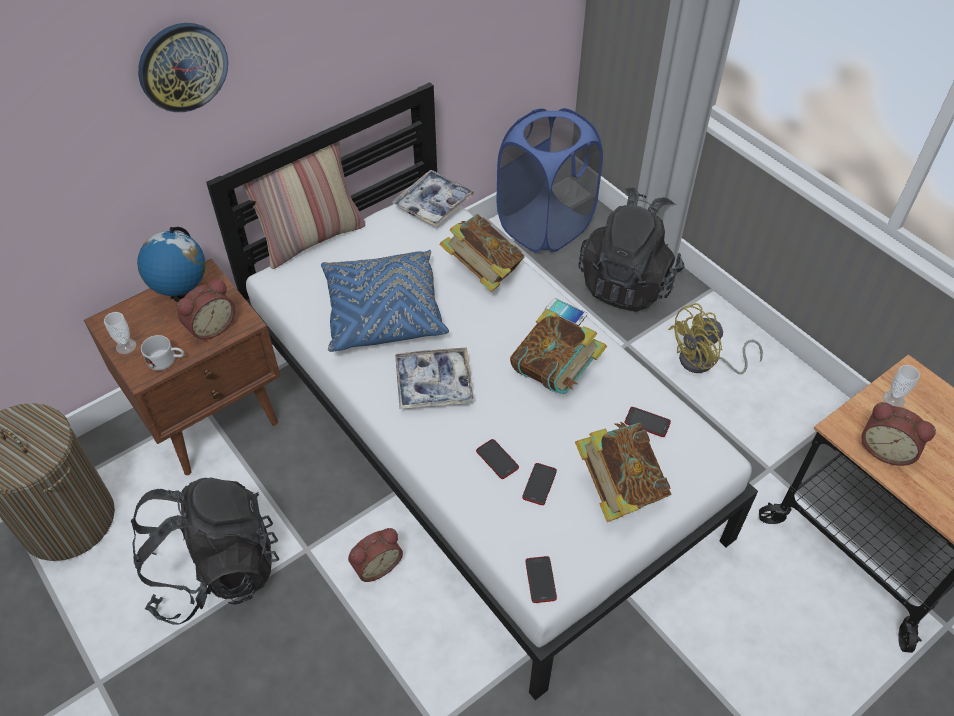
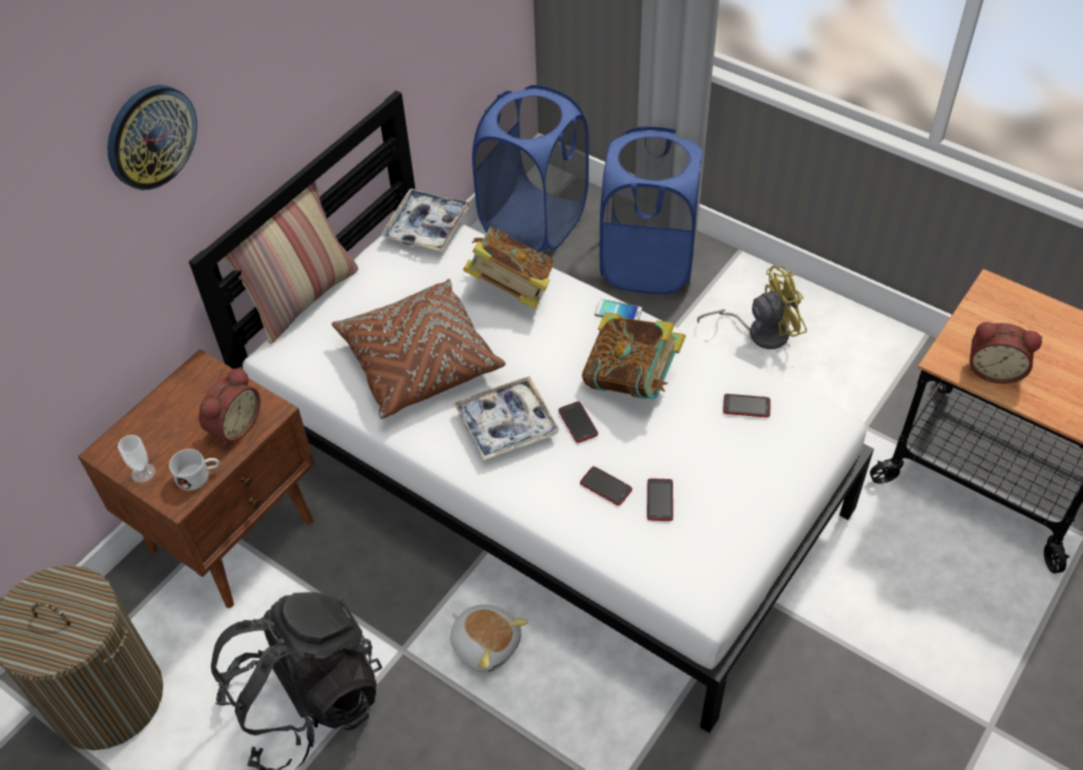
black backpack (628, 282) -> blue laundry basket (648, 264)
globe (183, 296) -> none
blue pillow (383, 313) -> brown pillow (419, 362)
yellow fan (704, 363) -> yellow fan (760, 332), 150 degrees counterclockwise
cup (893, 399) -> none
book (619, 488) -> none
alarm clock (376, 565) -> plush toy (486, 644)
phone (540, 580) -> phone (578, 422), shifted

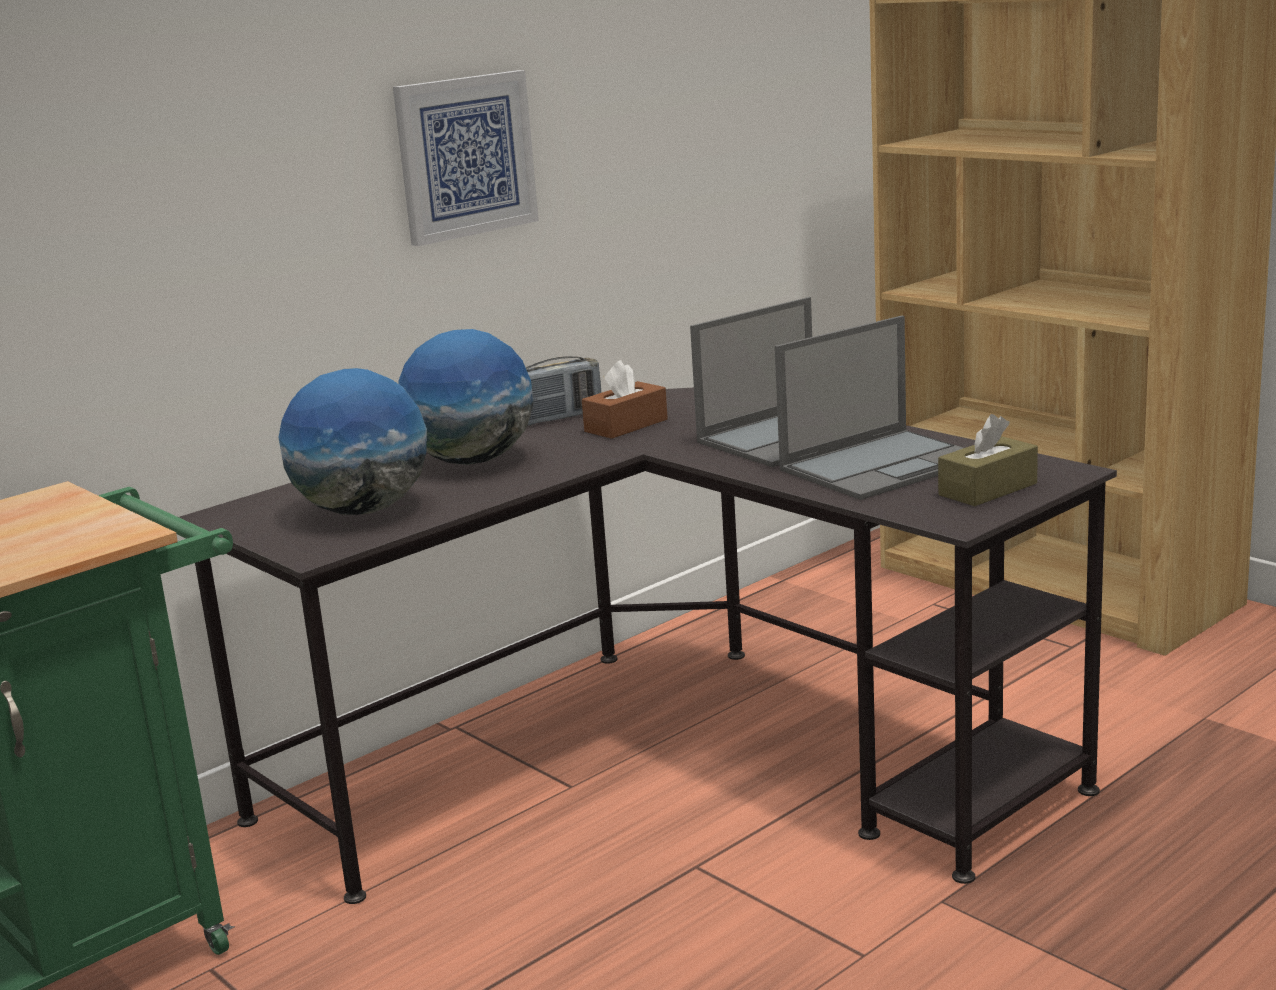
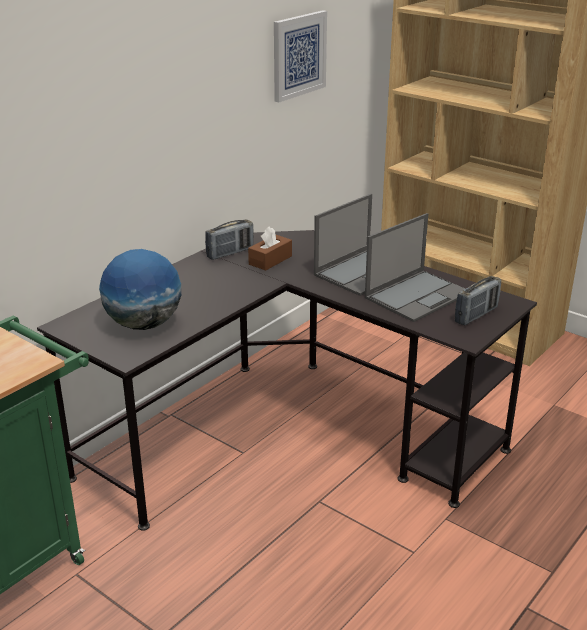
picture (465, 156) -> picture (298, 55), shifted
globe (473, 461) -> none
brown tissue box (987, 489) -> radio (476, 315)

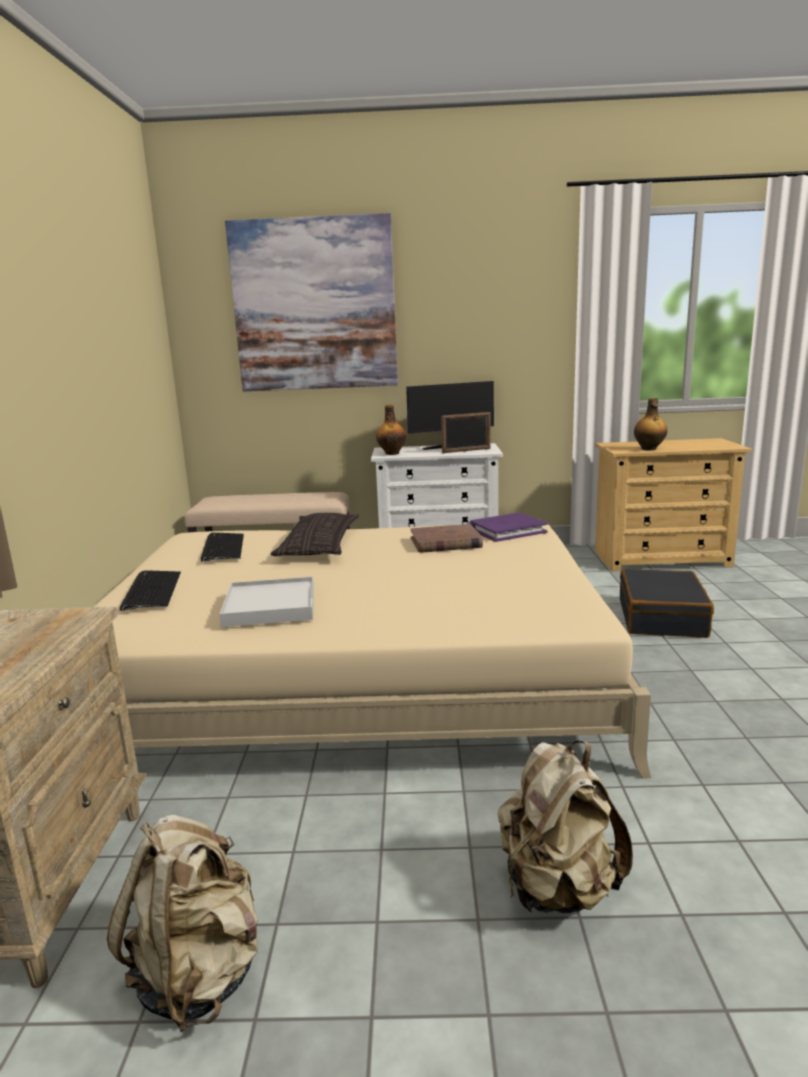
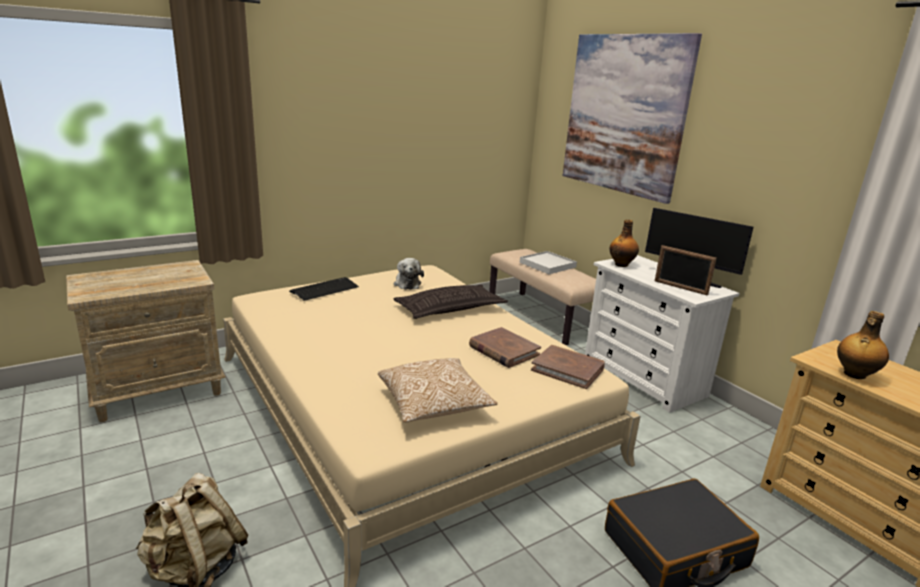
purple book (507, 530) -> brown book (567, 369)
keyboard (222, 548) -> plush toy (407, 283)
white tray (270, 606) -> white tray (547, 265), shifted
beige backpack (199, 973) -> none
none -> pillow (433, 405)

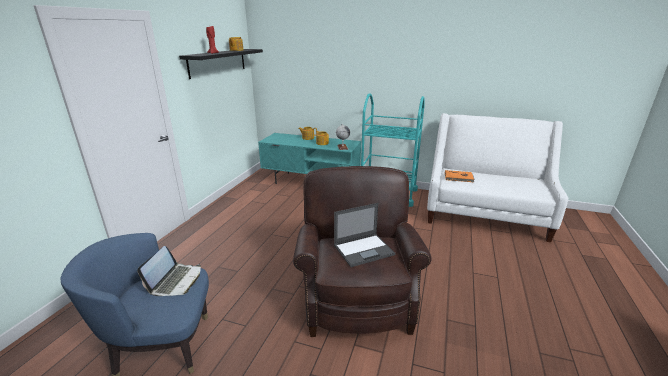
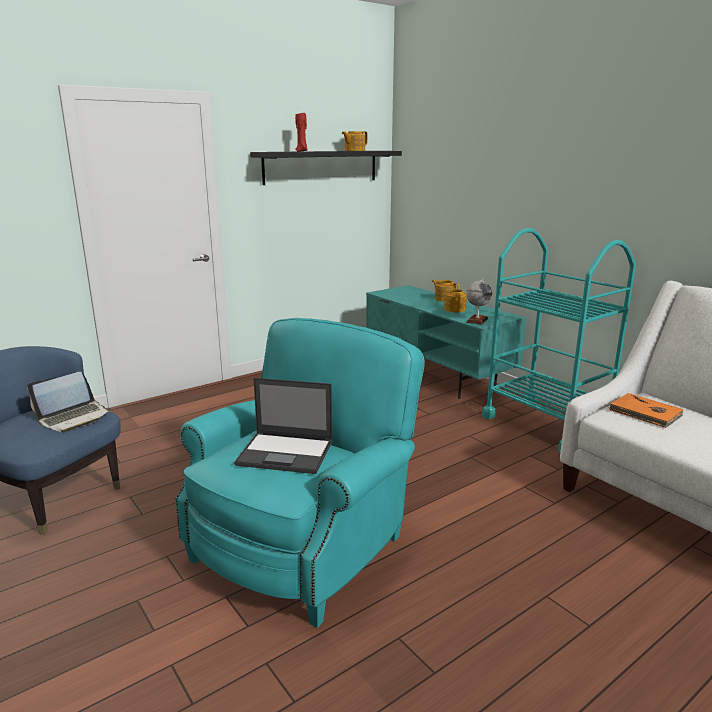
brown armchair (356, 297) -> turquoise armchair (305, 543)

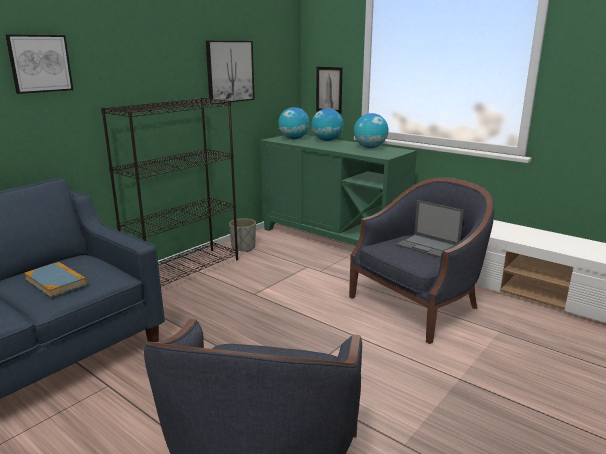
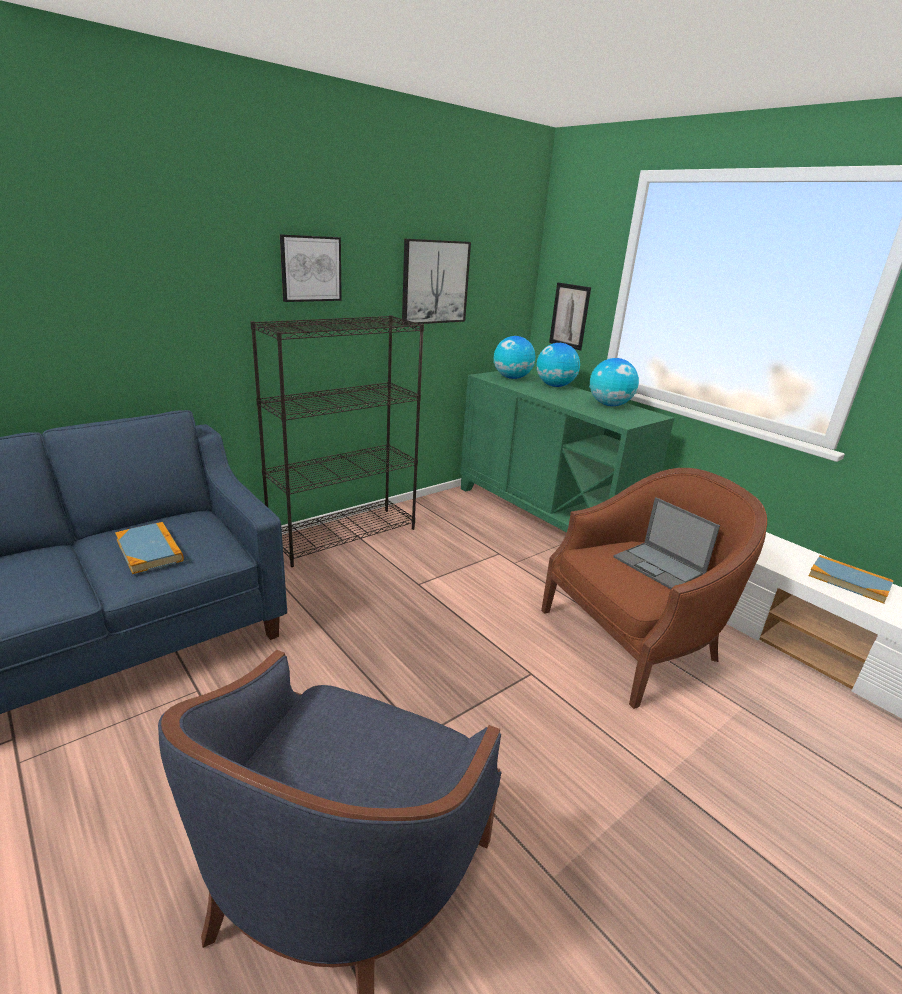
picture (40, 63) -> picture (310, 268), shifted
blue armchair (418, 306) -> brown armchair (633, 642)
grey planter (243, 248) -> none
none -> book (849, 581)

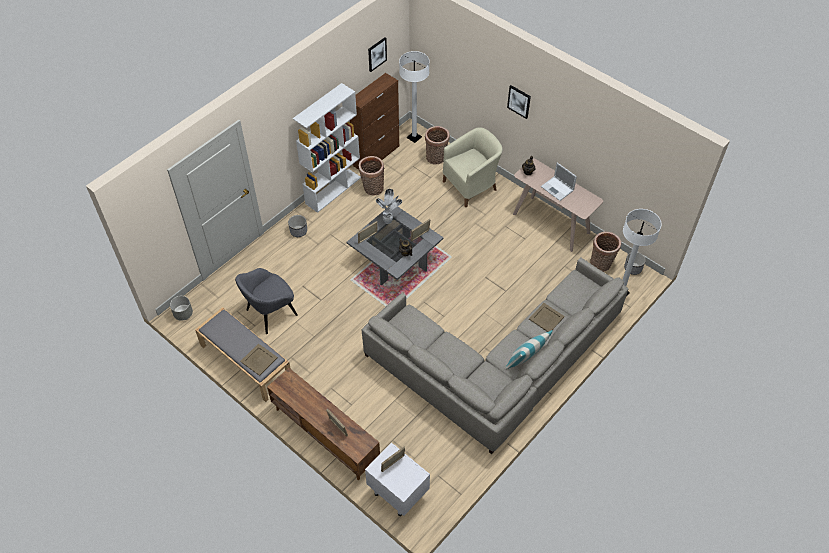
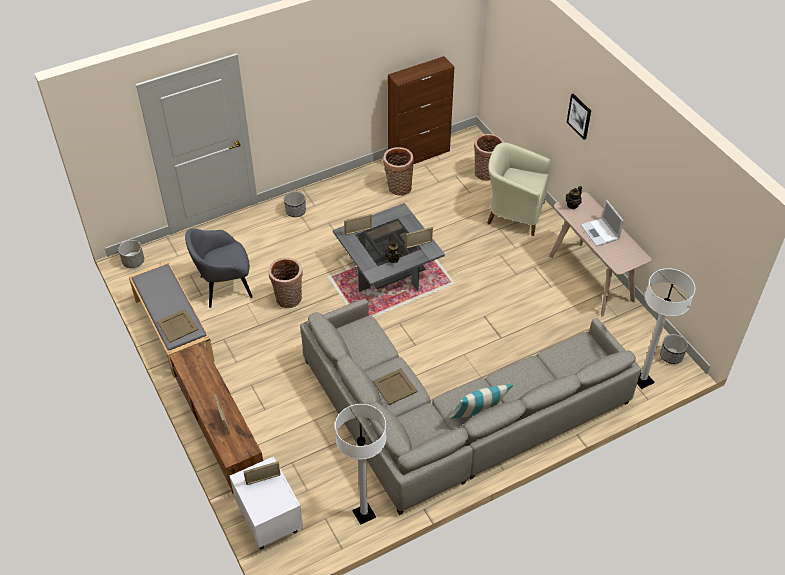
picture (377, 54) -> none
white floor lamp (414, 137) -> white floor lamp (364, 514), shifted
white bookcase (333, 190) -> none
beige armchair (471, 185) -> beige armchair (514, 213), 150 degrees counterclockwise
potted plant (388, 221) -> none
basket (601, 264) -> basket (288, 300), shifted
beige tray (546, 318) -> beige tray (394, 387), shifted

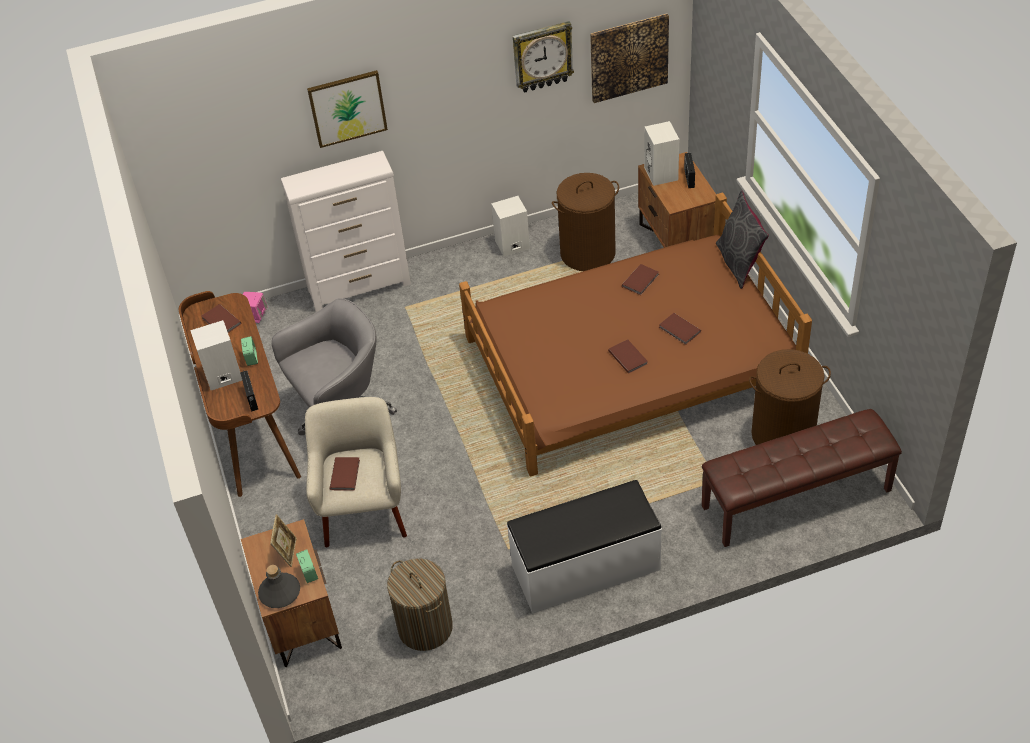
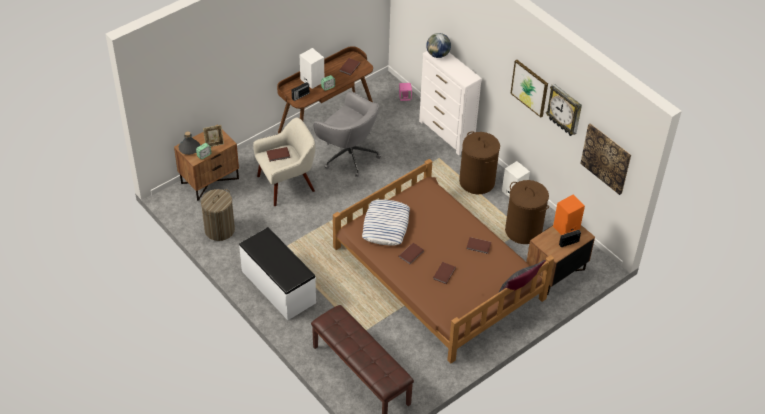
picture (347, 108) -> picture (529, 88), shifted
white speaker (662, 174) -> orange speaker (566, 228)
brown laundry basket (783, 434) -> brown laundry basket (477, 181), shifted
none -> globe (438, 55)
none -> pillow (386, 226)

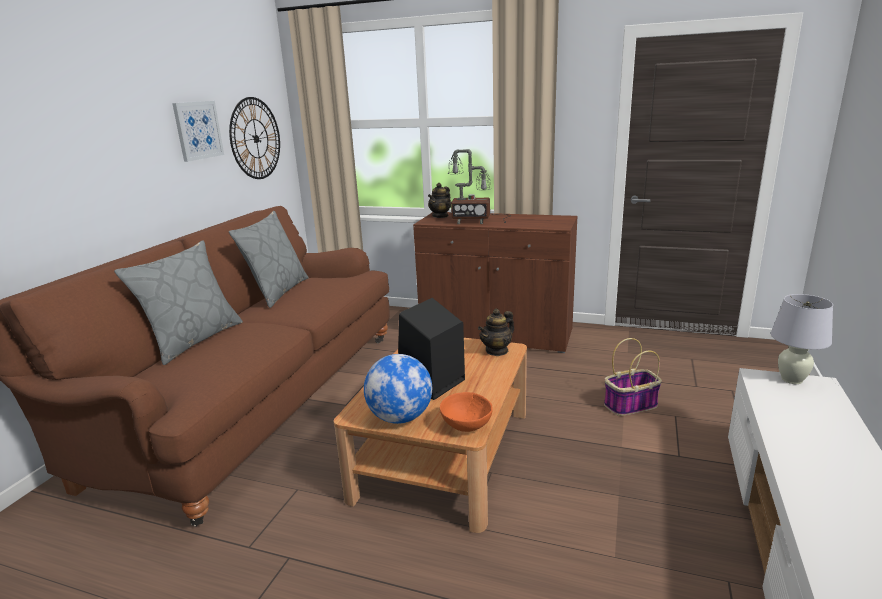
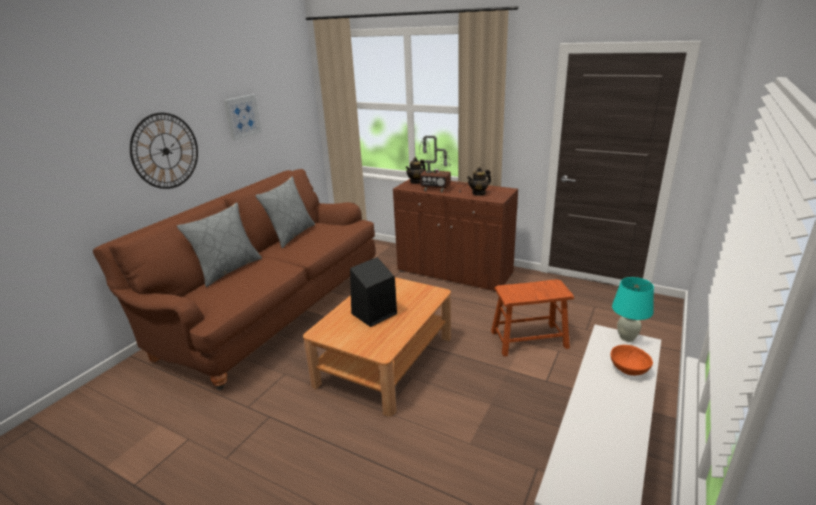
wall clock (256, 138) -> wall clock (165, 151), shifted
white table lamp (791, 379) -> turquoise table lamp (626, 337)
teapot (497, 351) -> teapot (479, 193), shifted
basket (630, 405) -> brown stool (529, 339)
globe (400, 417) -> none
orange bowl (466, 425) -> orange bowl (628, 369), shifted

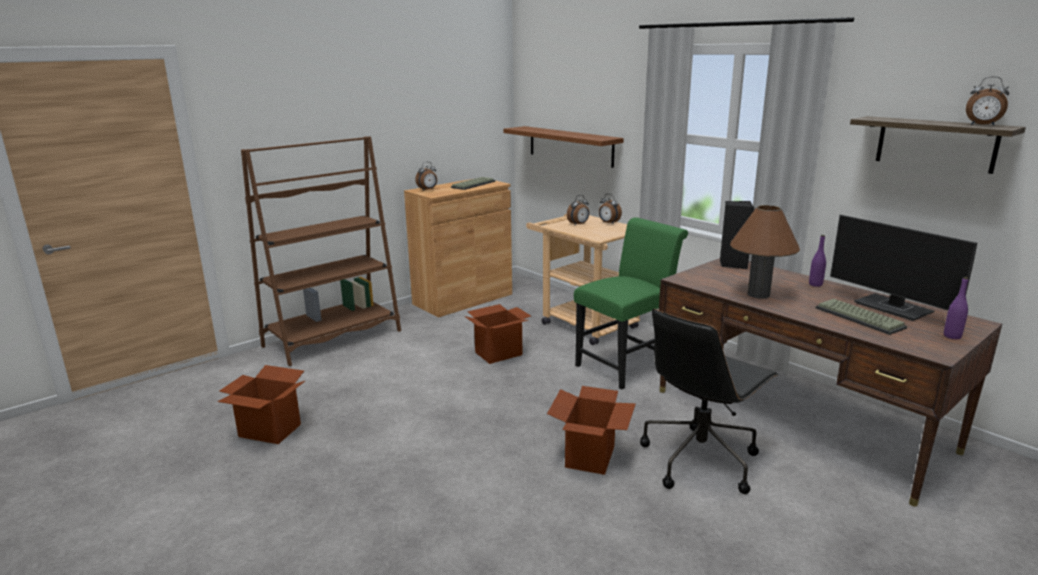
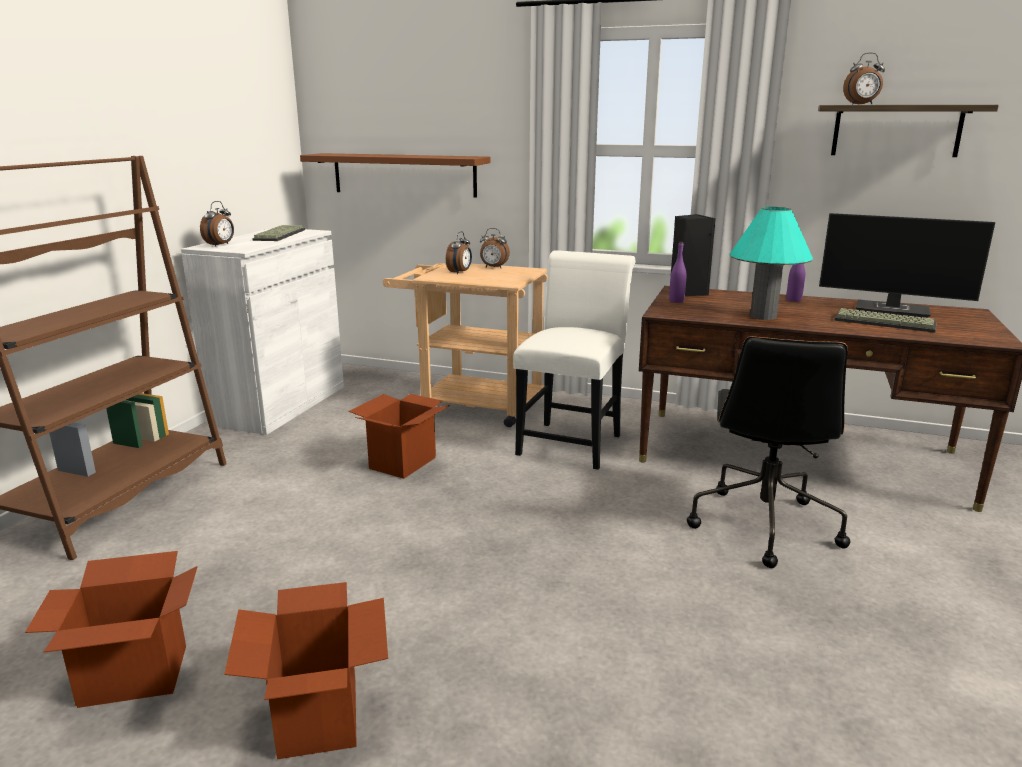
alarm clock (982, 125) -> alarm clock (861, 104), shifted
brown cabinet (463, 299) -> white cabinet (280, 405)
brown table lamp (758, 294) -> turquoise table lamp (763, 316)
green chair (626, 365) -> white chair (572, 441)
purple bottle (952, 336) -> purple bottle (676, 301), shifted
cardboard box (590, 457) -> cardboard box (319, 717), shifted

